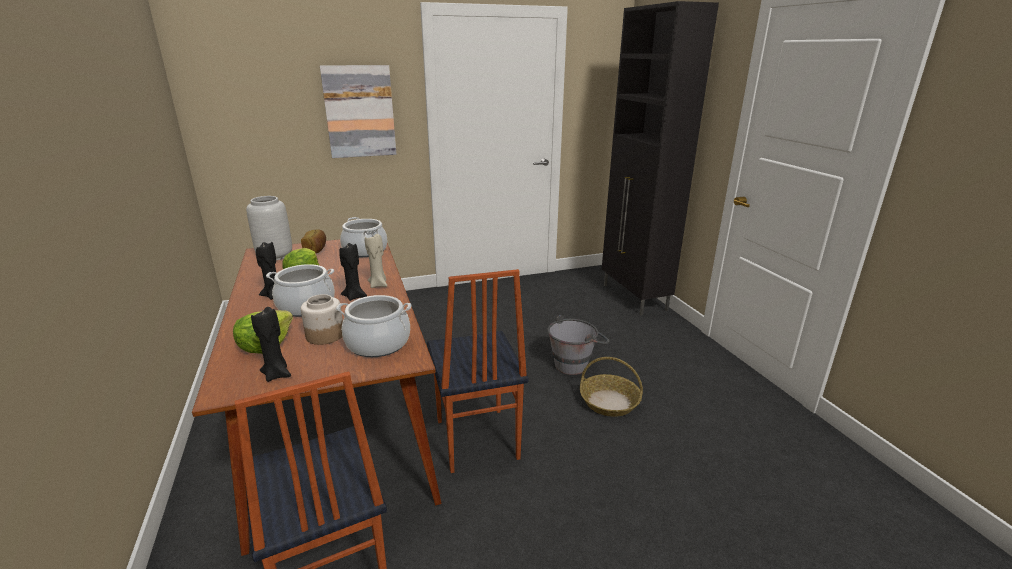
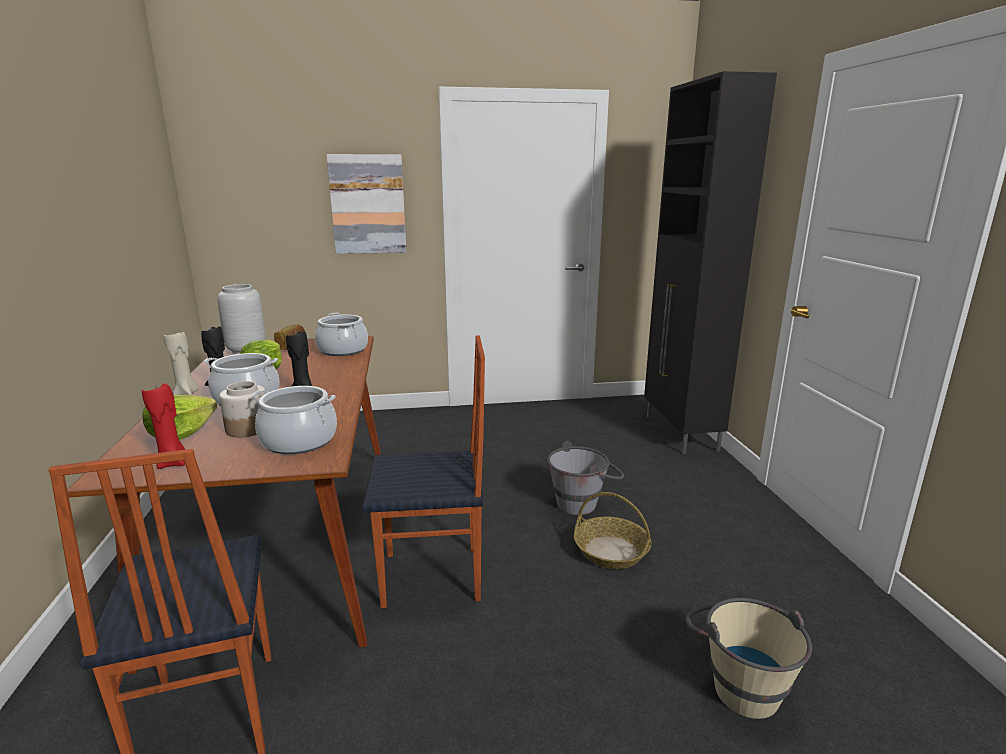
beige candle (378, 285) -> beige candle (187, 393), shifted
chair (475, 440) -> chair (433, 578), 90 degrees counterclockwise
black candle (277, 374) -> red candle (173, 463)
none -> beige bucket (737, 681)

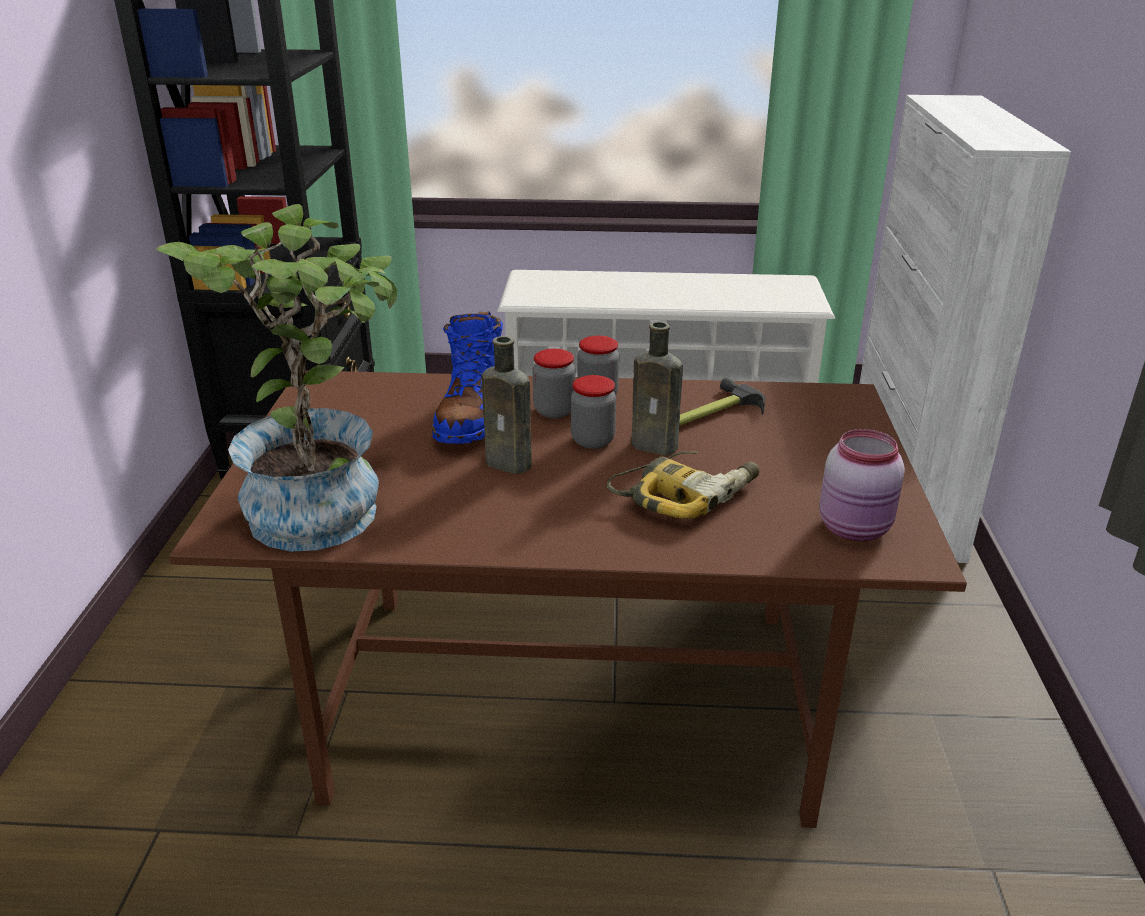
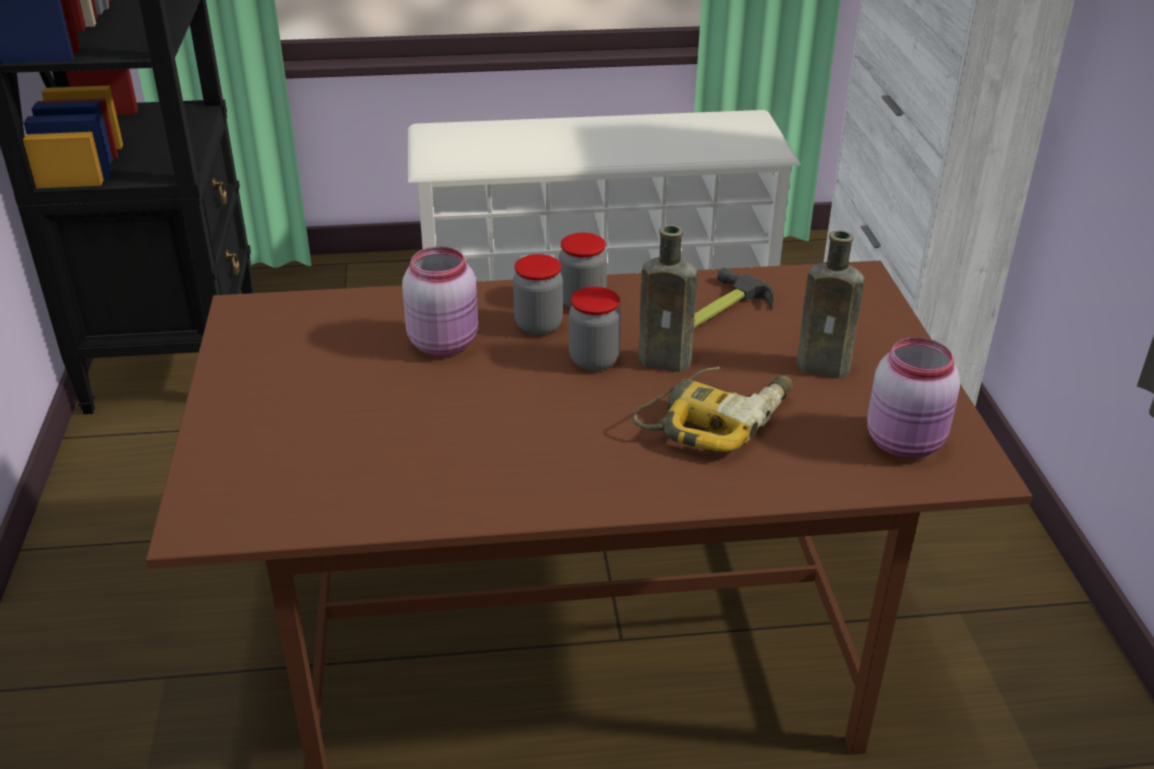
potted plant (325, 504) -> none
blue boot (471, 417) -> pink jar (445, 342)
brown bottle (511, 464) -> brown bottle (827, 367), shifted

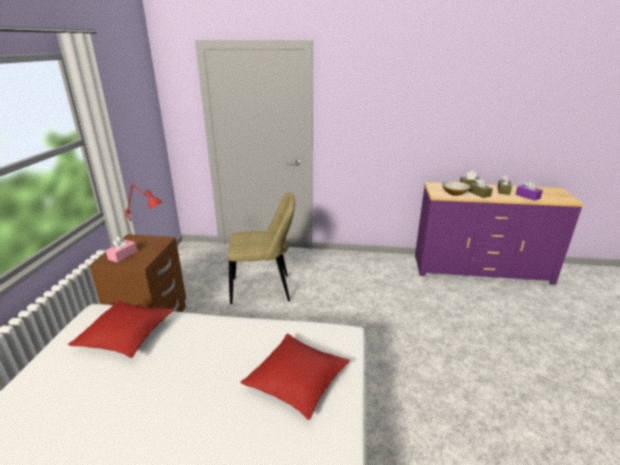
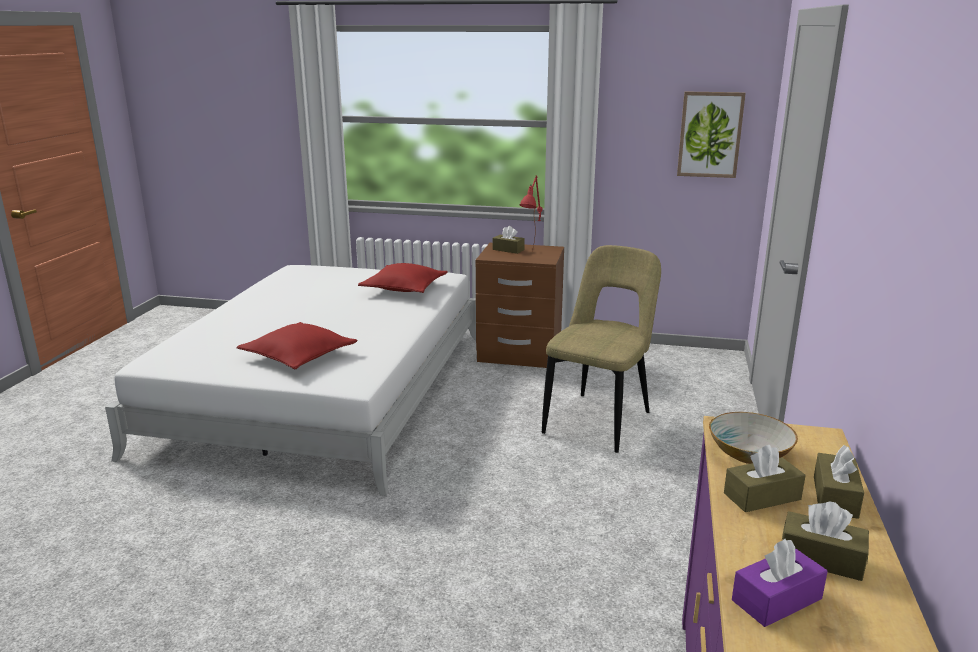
beige chair (264, 289) -> beige chair (600, 420), 150 degrees counterclockwise
pink tissue box (123, 255) -> brown tissue box (508, 250)
none -> picture (710, 134)

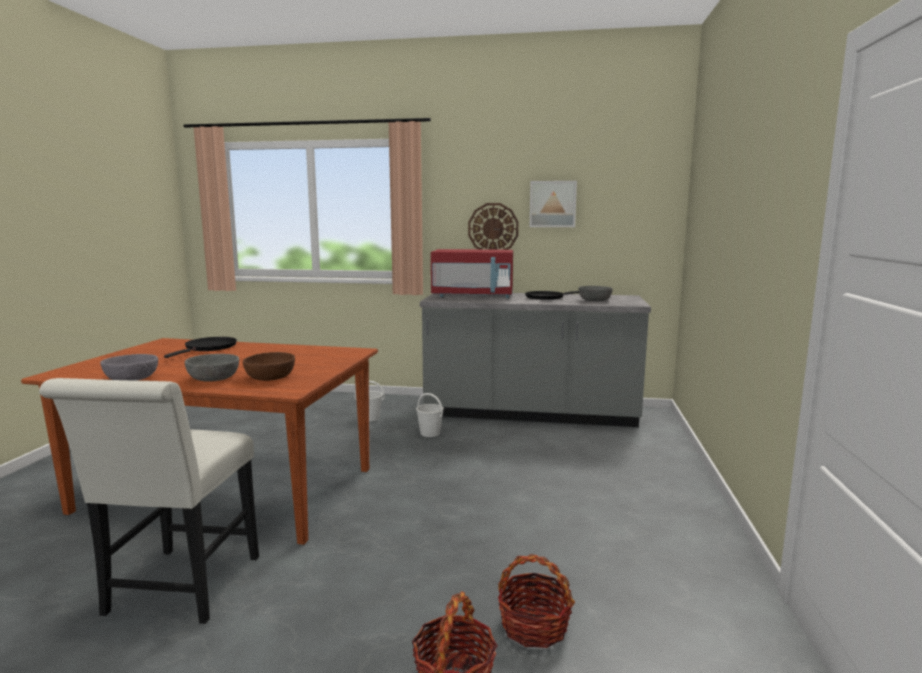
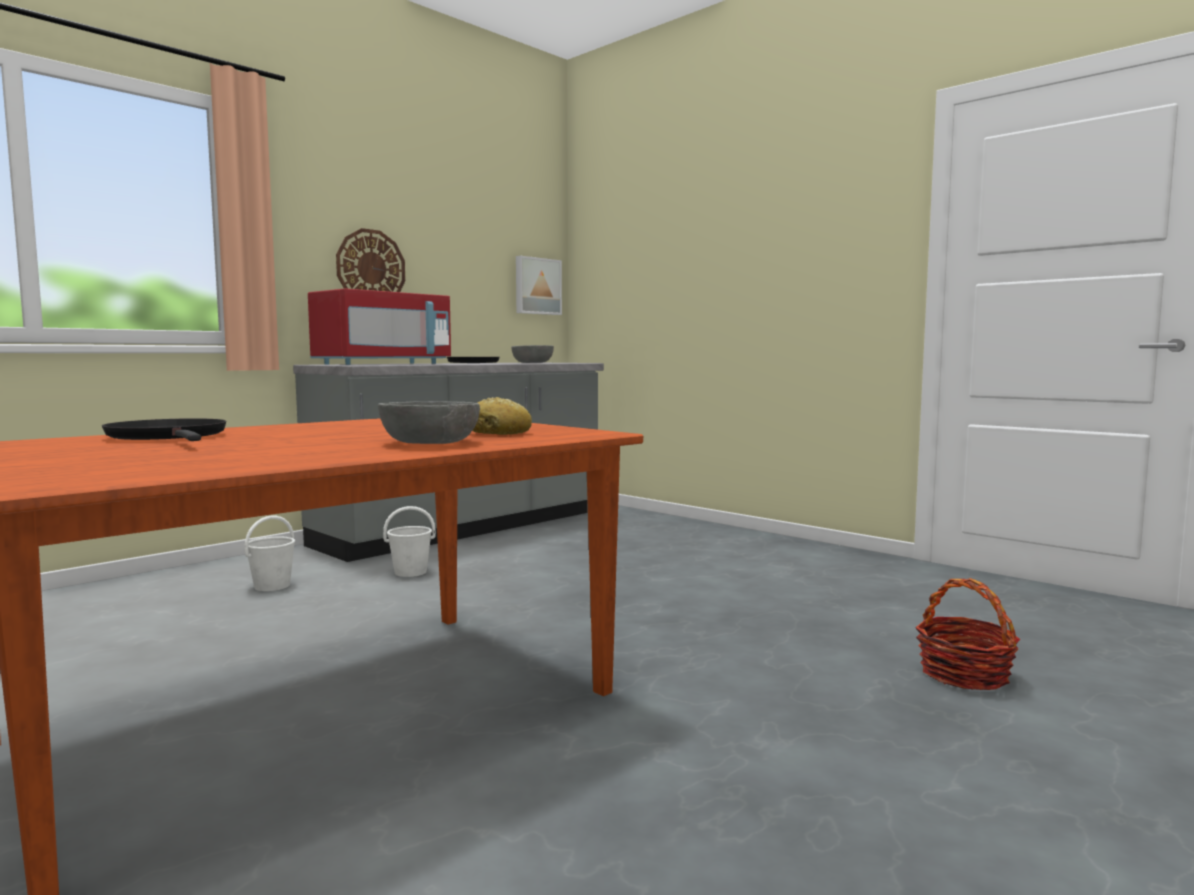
picture (552, 204) -> picture (537, 286), shifted
brown bowl (270, 377) -> bread (499, 433)
grey bowl (131, 378) -> none
white chair (178, 591) -> none
basket (534, 626) -> none

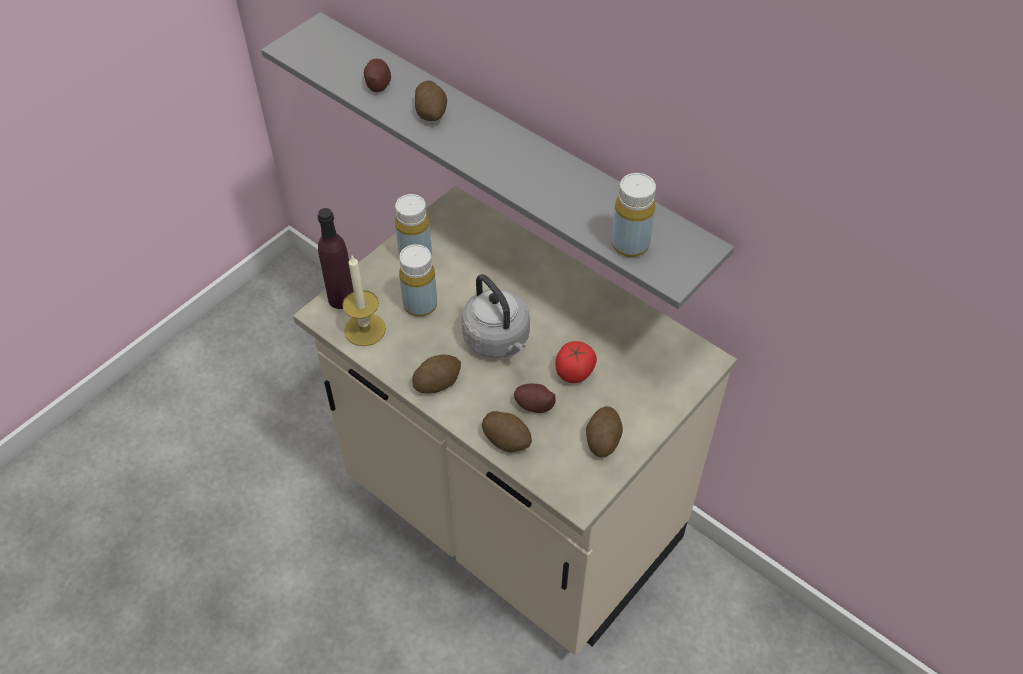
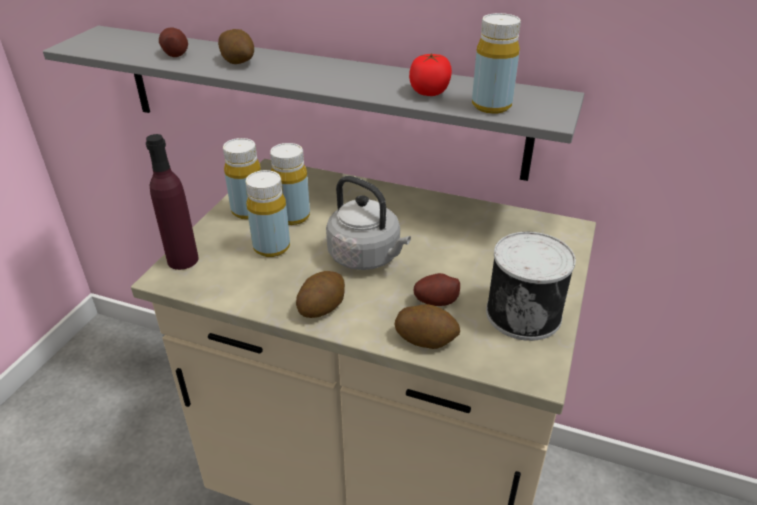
candle (365, 329) -> none
tomato (574, 372) -> tomato (429, 92), shifted
potato (603, 439) -> can (524, 312)
none -> yellow bottle (293, 216)

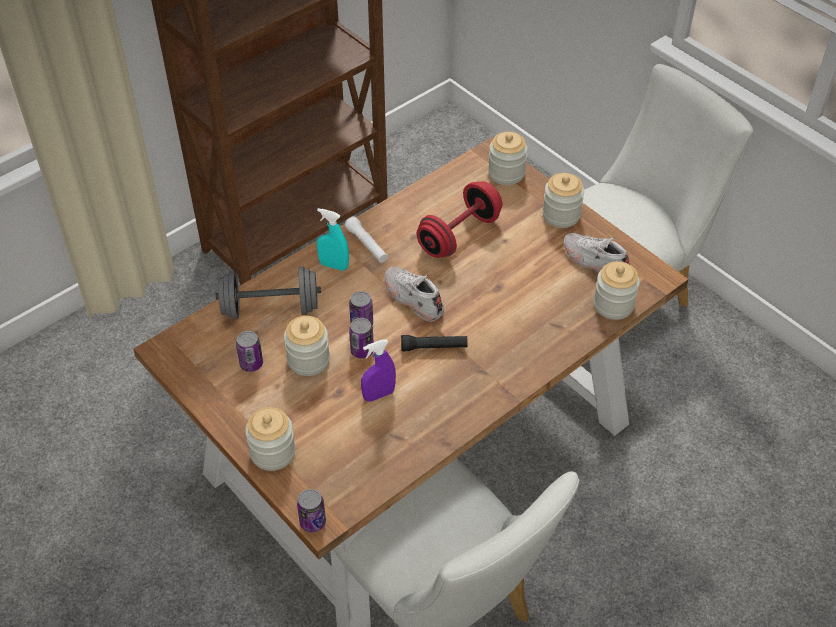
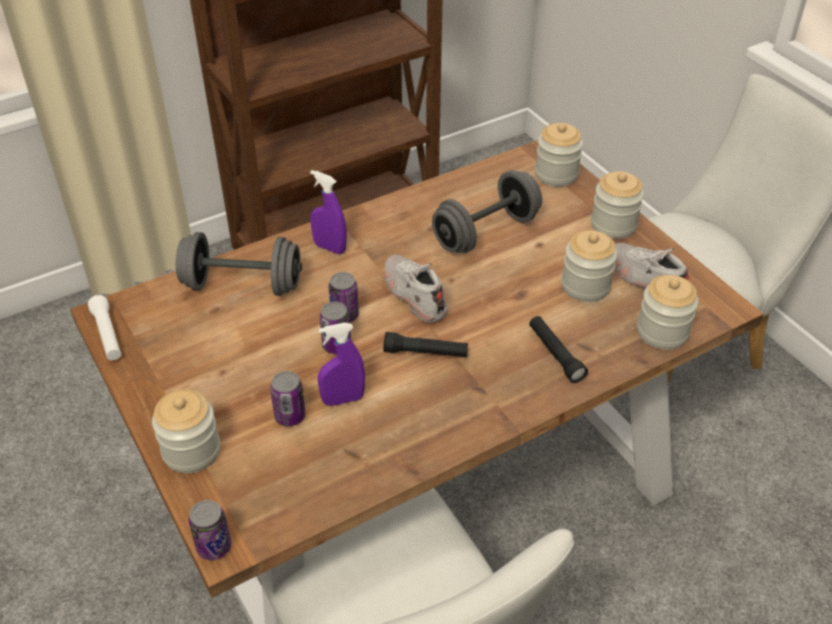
red dumbbell (459, 235) -> grey dumbbell (486, 232)
turquoise spray bottle (334, 265) -> purple spray bottle (330, 248)
white flashlight (367, 245) -> white flashlight (107, 335), shifted
jar (308, 360) -> jar (585, 286), shifted
can (251, 364) -> can (290, 416), shifted
none -> black flashlight (555, 354)

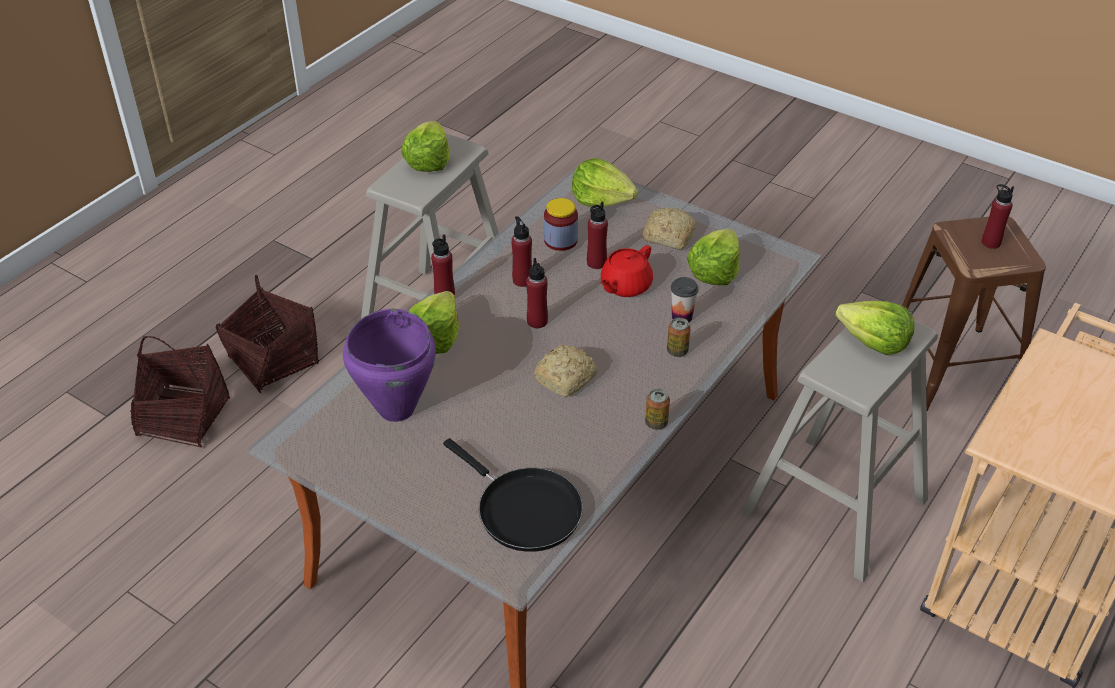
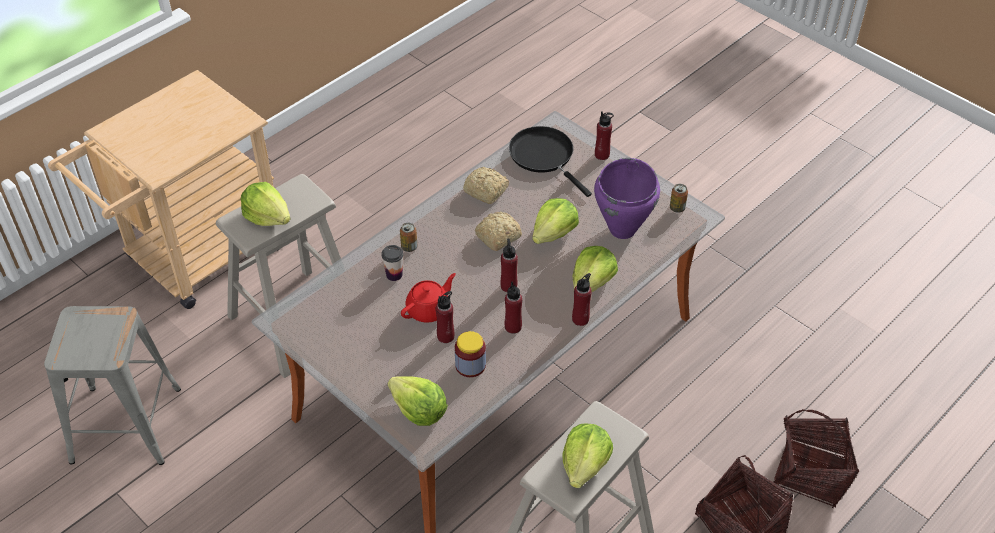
red bottle (990, 242) -> red bottle (602, 155), shifted
bread (667, 236) -> bread (486, 191), shifted
brown stool (953, 368) -> grey stool (124, 424)
lettuce (714, 271) -> lettuce (554, 233), shifted
can (656, 423) -> can (677, 208), shifted

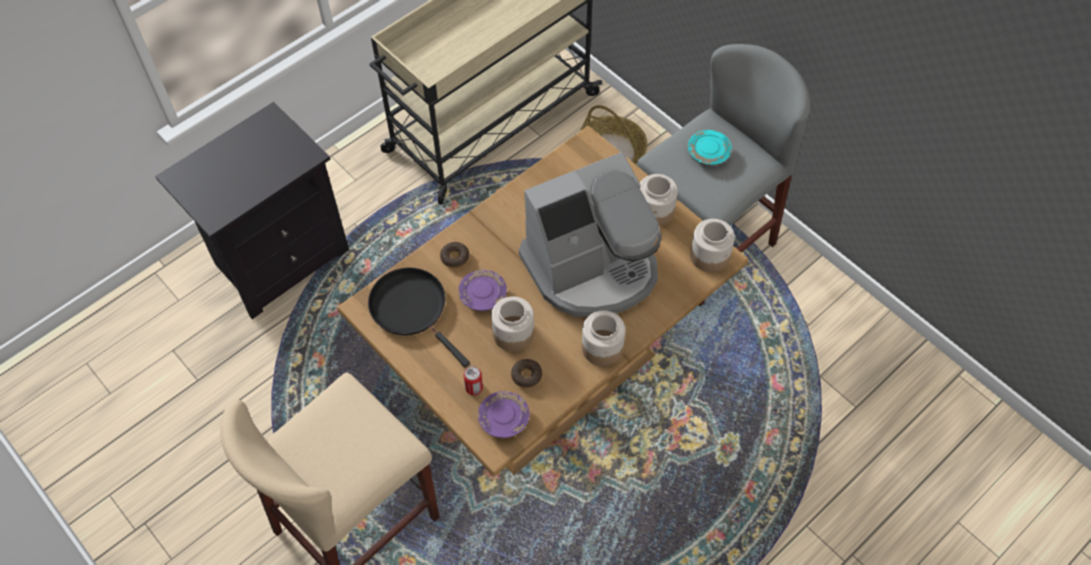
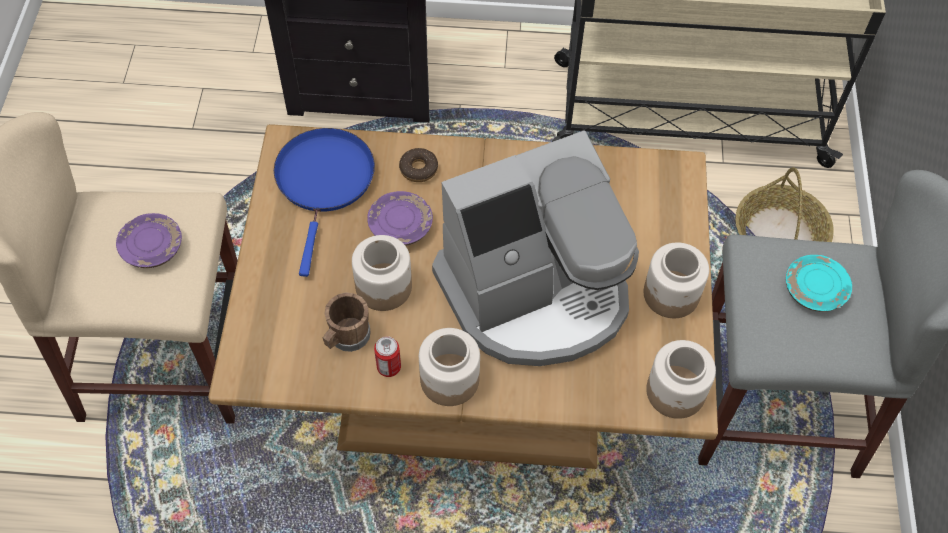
coffee machine (592, 268) -> coffee machine (536, 293), 45 degrees counterclockwise
black frying pan (412, 308) -> blue frying pan (324, 181)
donut (526, 376) -> brown mug (346, 337)
can (474, 388) -> can (389, 367), shifted
purple plate (503, 419) -> purple plate (152, 247), shifted

